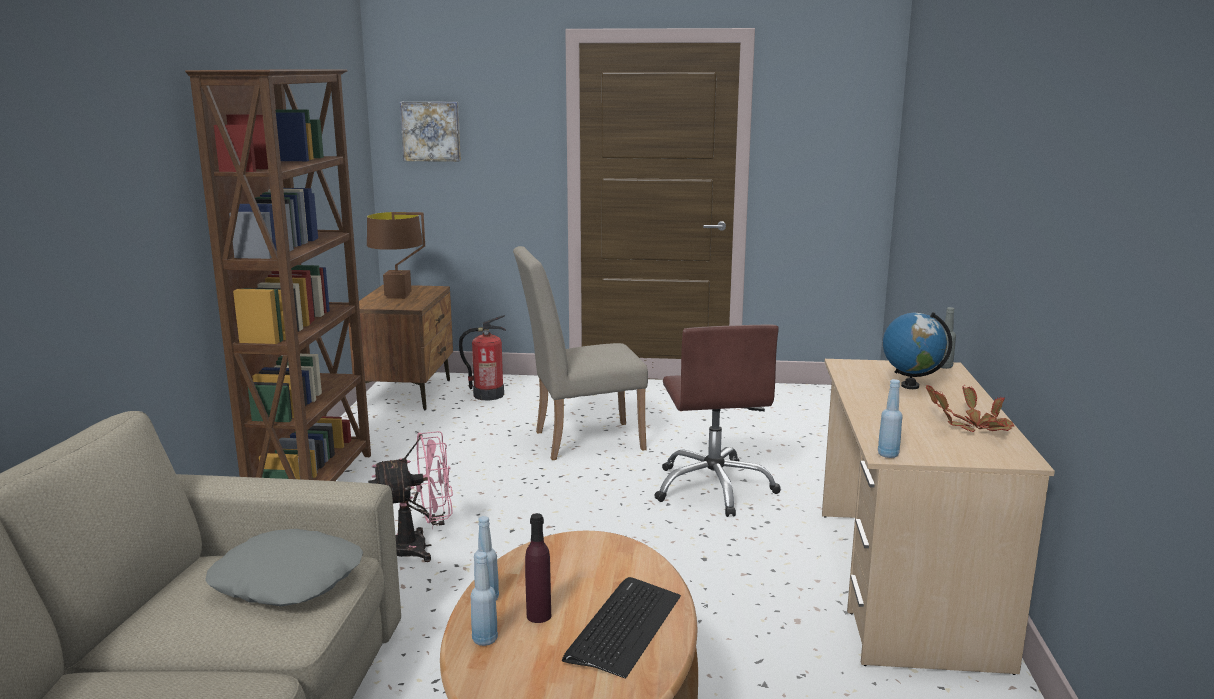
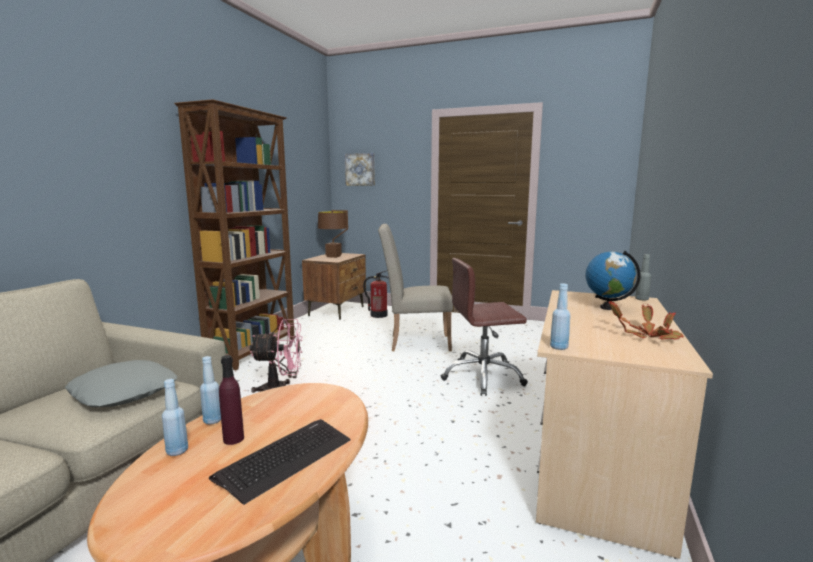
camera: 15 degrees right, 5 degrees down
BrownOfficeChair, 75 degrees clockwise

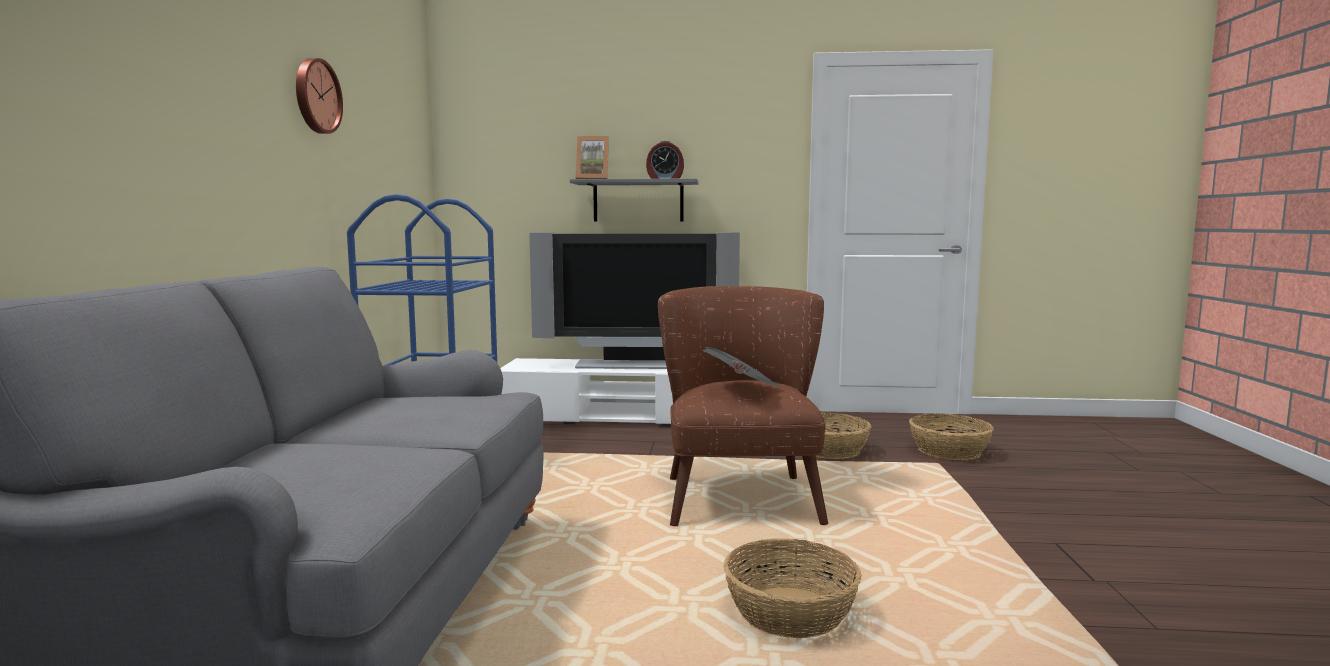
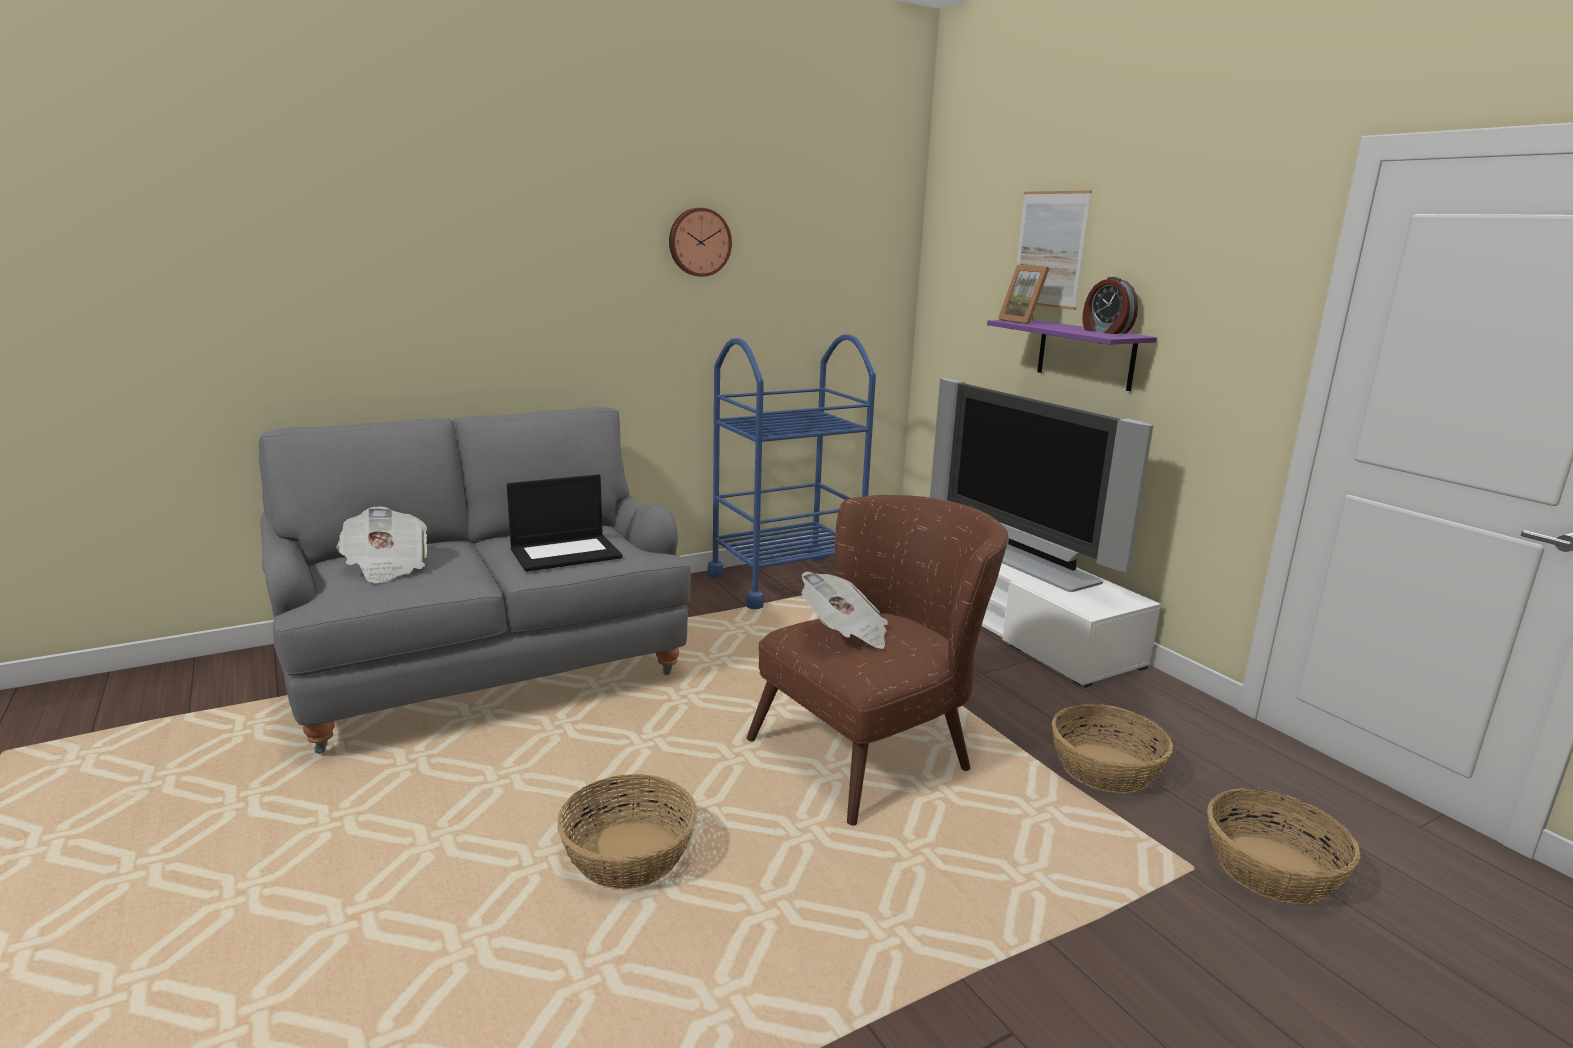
camera: 55 degrees right, 10 degrees up
GreyishWallShelf -> PurplishWallShelf
none -> DailyPaper (1st from left)
none -> Laptop
none -> Picture

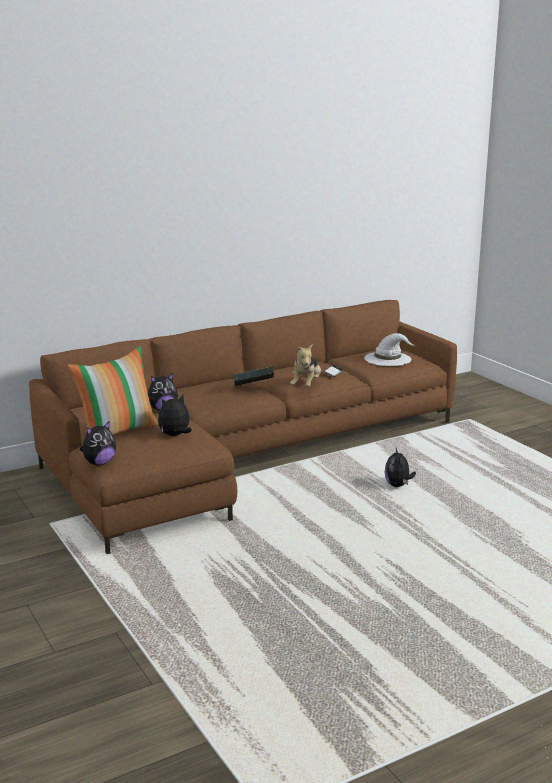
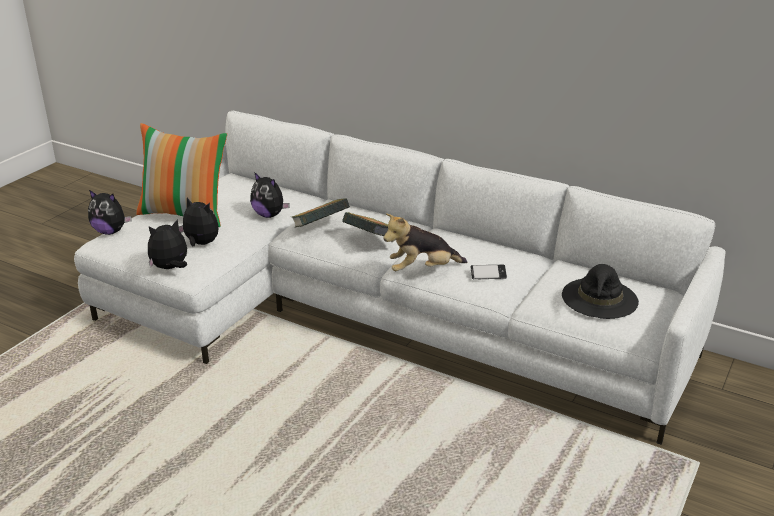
camera: 60 degrees right, 10 degrees up
BrownCouch -> WhiteColouredCouch
WhiteColouredWearableHat -> BlackishWearableHat
PlushToy (5th from left in the first image) -> PlushToy (2nd from left), move
none -> Volume (1st from left)

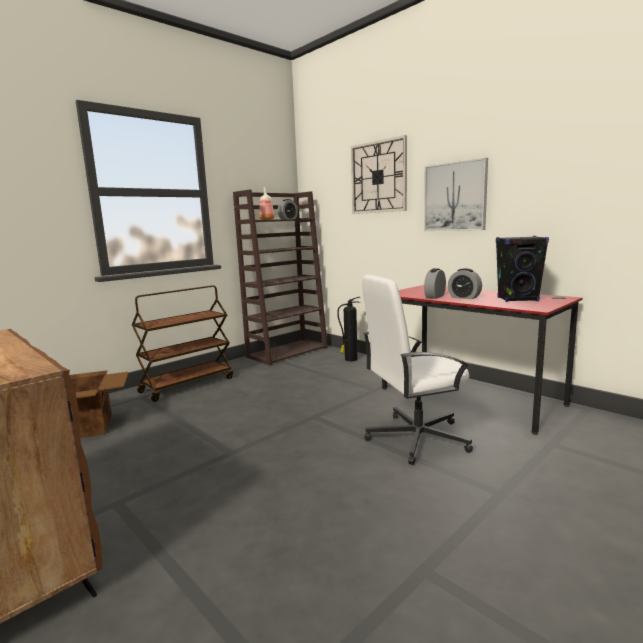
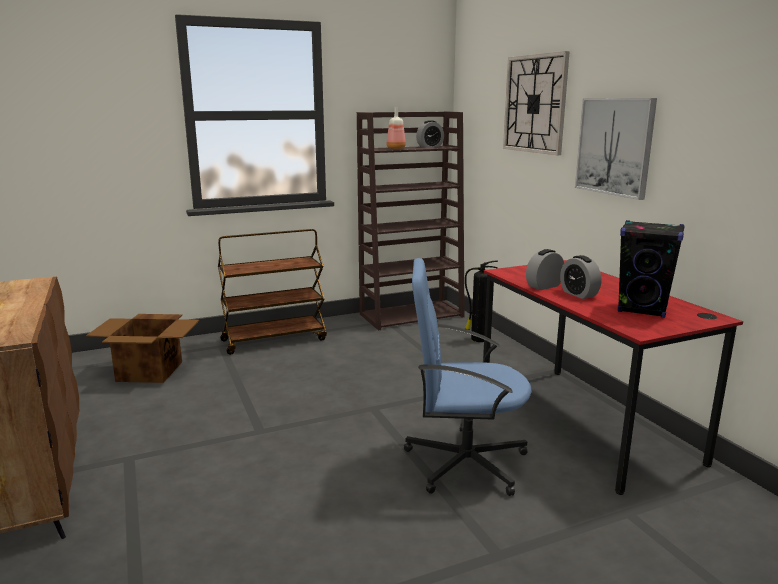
camera: 20 degrees right, 5 degrees up
WhiteColouredOfficeChair -> BluishOfficeChair

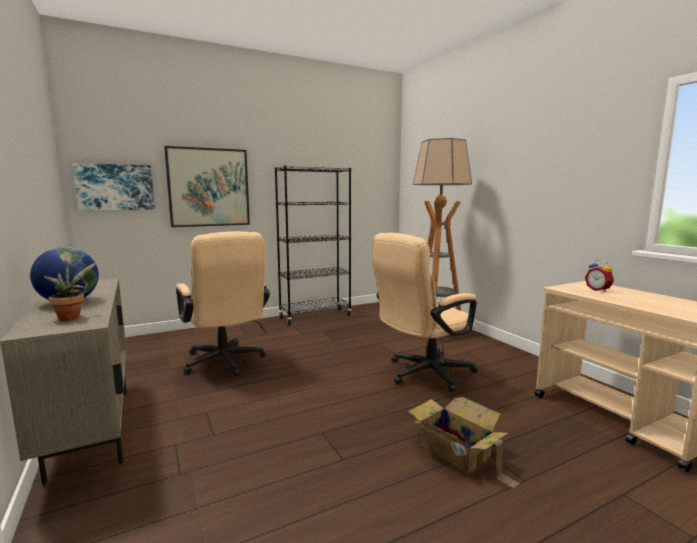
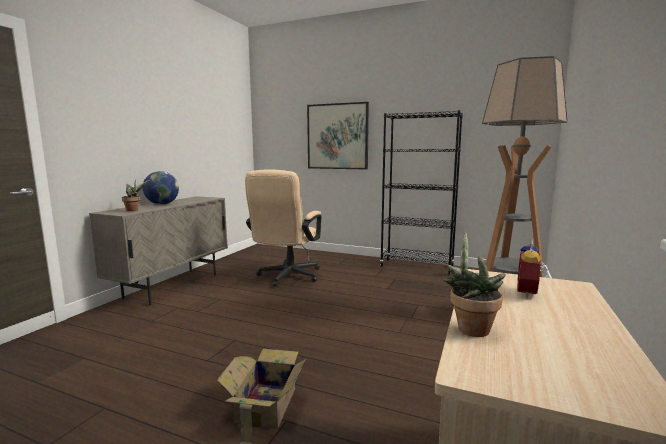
camera: 50 degrees right, 0 degrees up
Picture (1st from left) -> none
BeigeColouredOfficeChair (2nd from left) -> none
none -> PottedPlant (2nd from left)

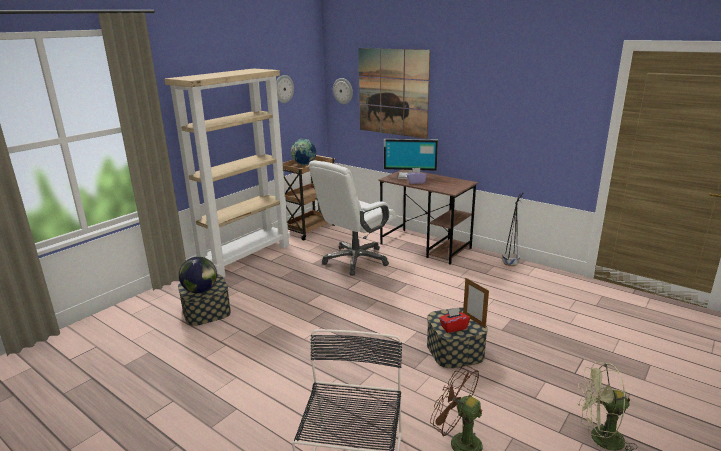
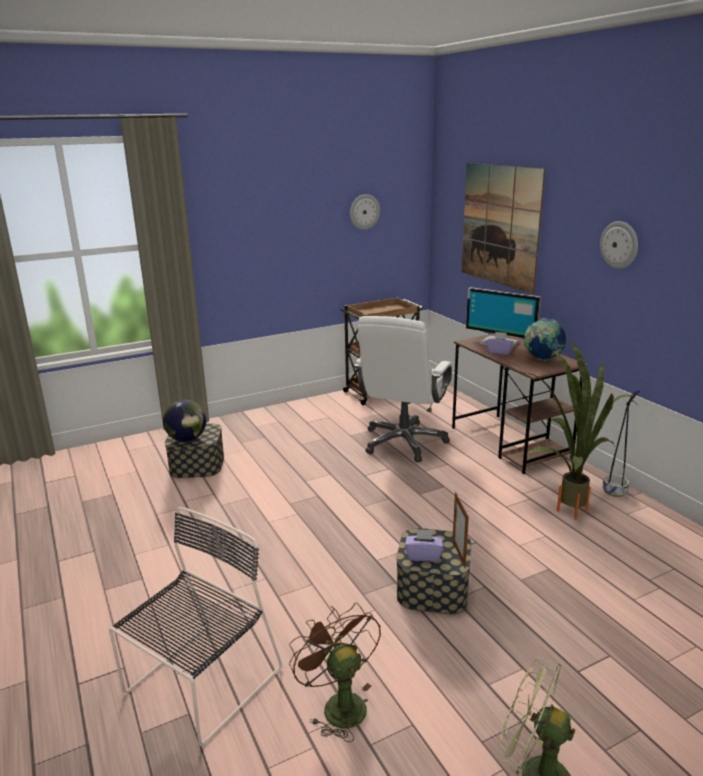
camera: 25 degrees right, 0 degrees up
BeigeColouredBookcase -> none
Globe (2nd from left), move
WhiteColouredOfficeChair, 45 degrees counterclockwise
ClockOnTheWall (2nd from left), move
RedTissueHolder -> PurplishTissueHolder (1st from left)
none -> PottedPlant

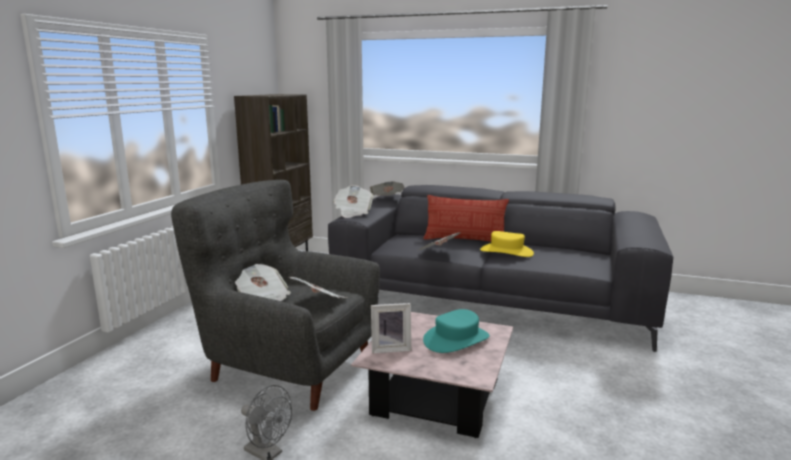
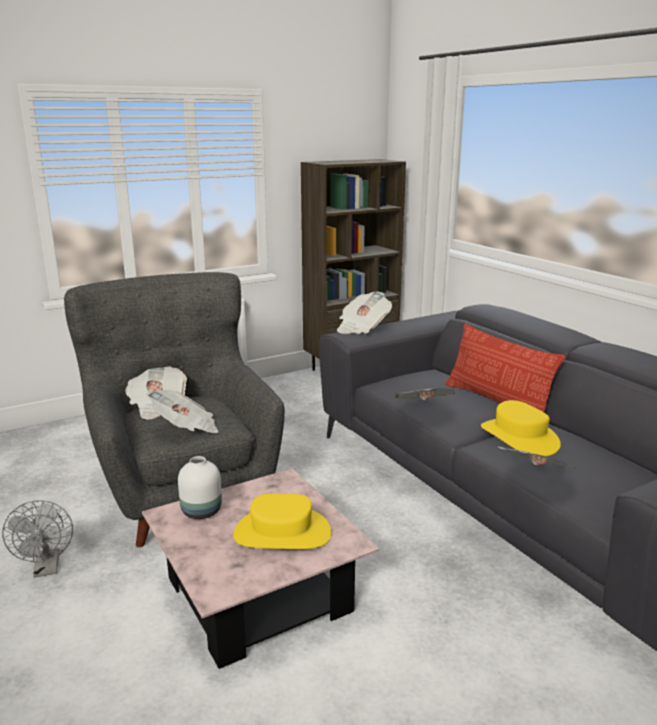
camera: 40 degrees right, 5 degrees up
DailyPaper (4th from left in the first image) -> DailyPaper (5th from left), move
PhotoFrame -> WhiteColouredVase
TurquoiseColouredWearableHat -> YellowWearableHat (1st from left)

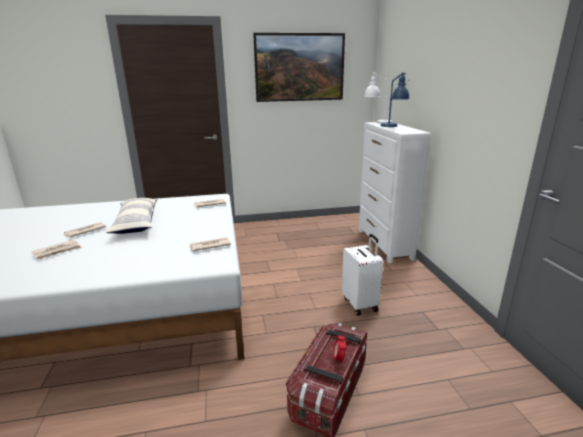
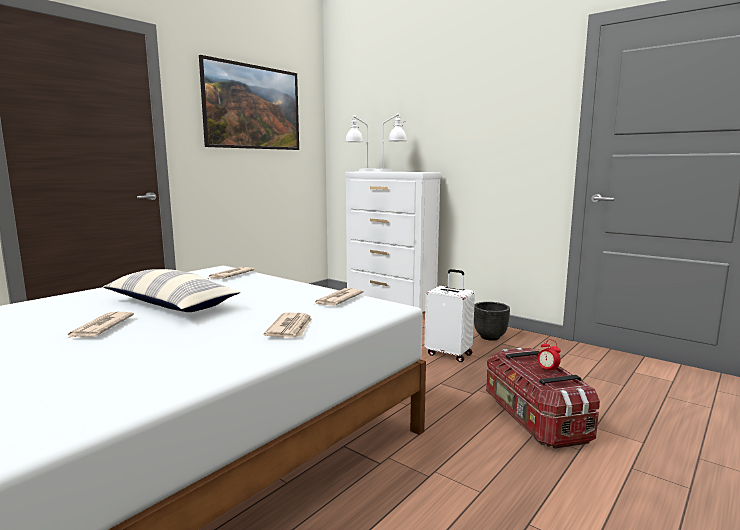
camera: 40 degrees left, 10 degrees down
DailyPaper (1st from left in the first image) -> DailyPaper (3rd from left), move
BluishTableLamp -> WhiteColouredTableLamp (2nd from left)
none -> BlackishPlanter

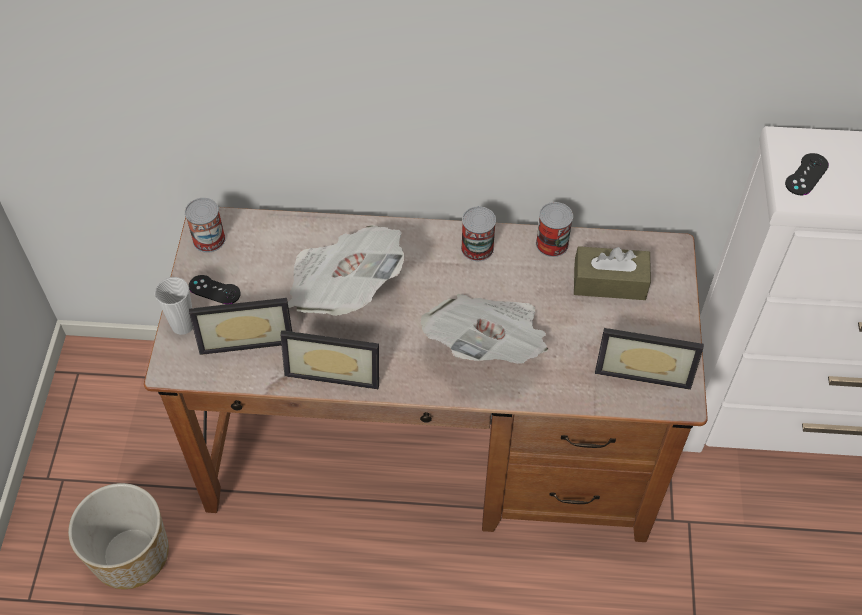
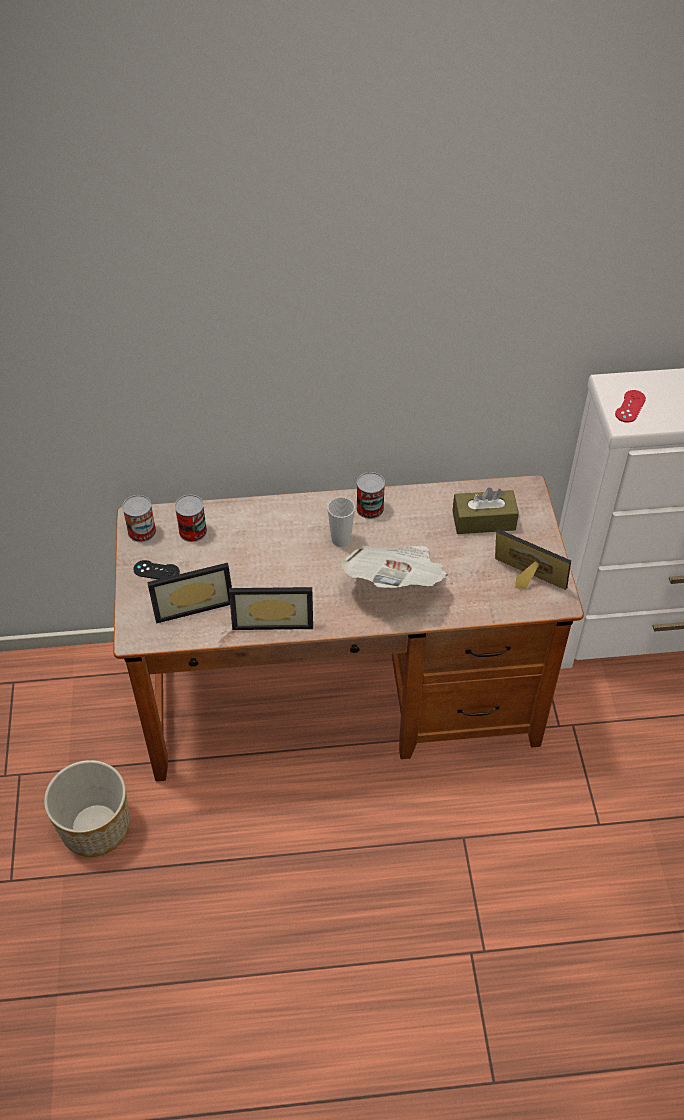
camera: 10 degrees left, 5 degrees down
SmallCup, move
DailyPaper (1st from left) -> none
MetalCan (3rd from left in the first image) -> MetalCan (2nd from left), move
PhotoFrame (3rd from left), 150 degrees counterclockwise
BlackishGameController (2nd from left) -> RedGameController

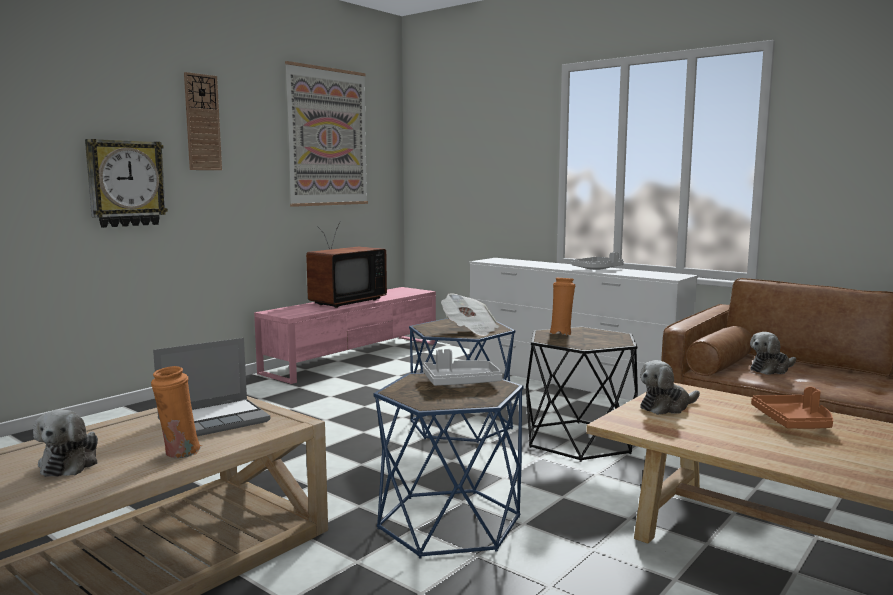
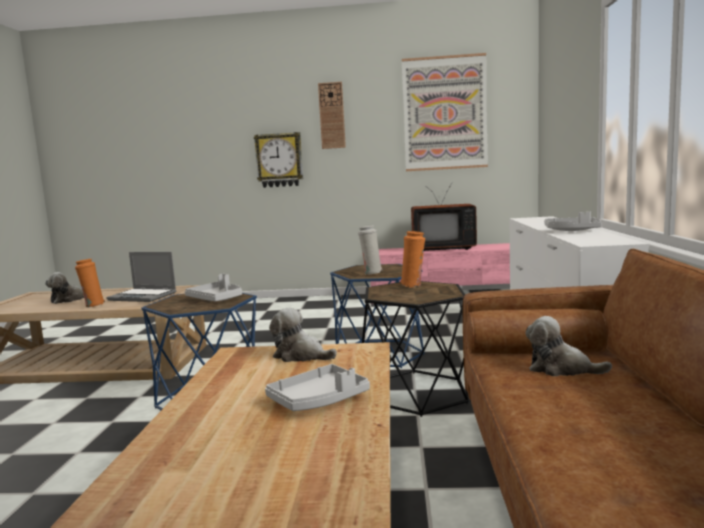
camera: 55 degrees right, 0 degrees up
DailyPaper -> WhiteColouredVase
OrangeColouredTray -> GreyishTray (2nd from left)

